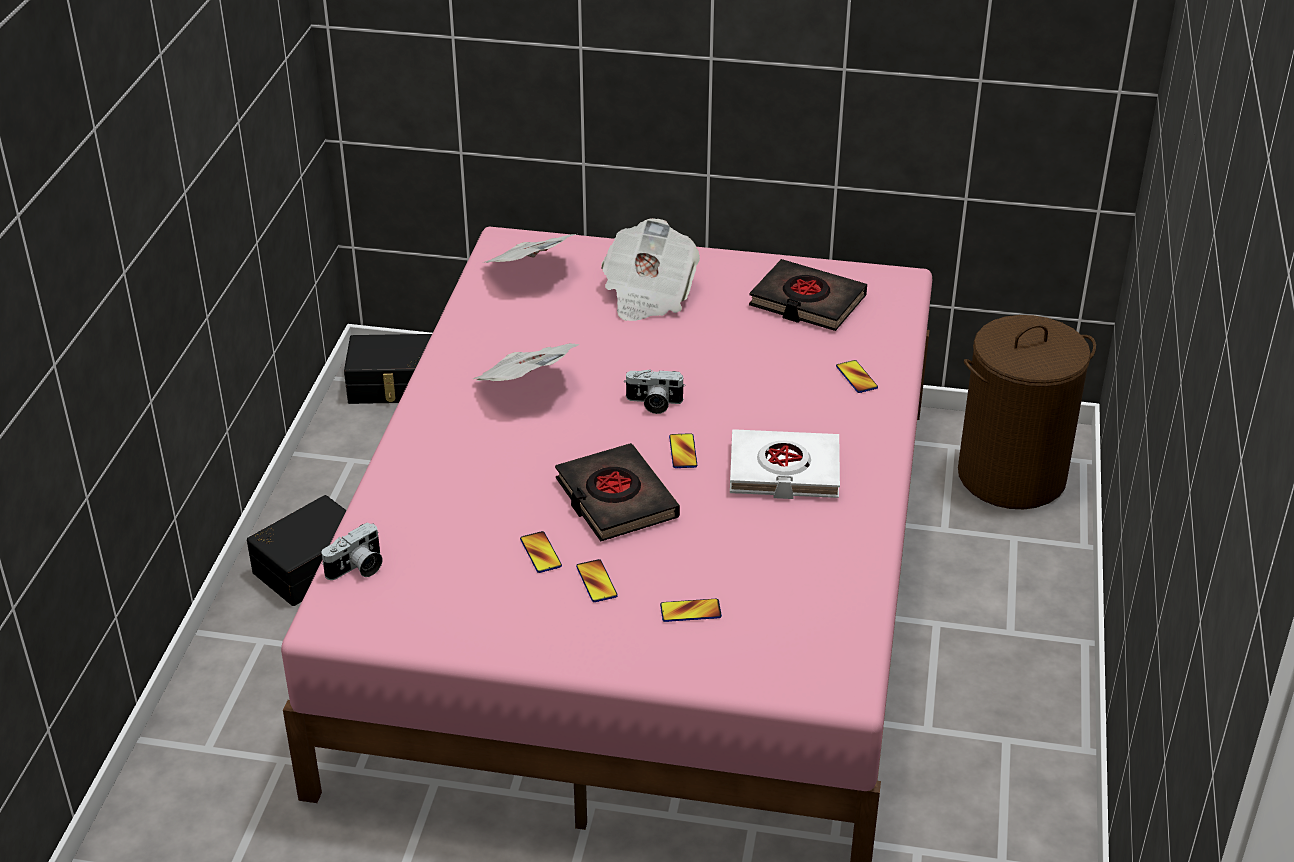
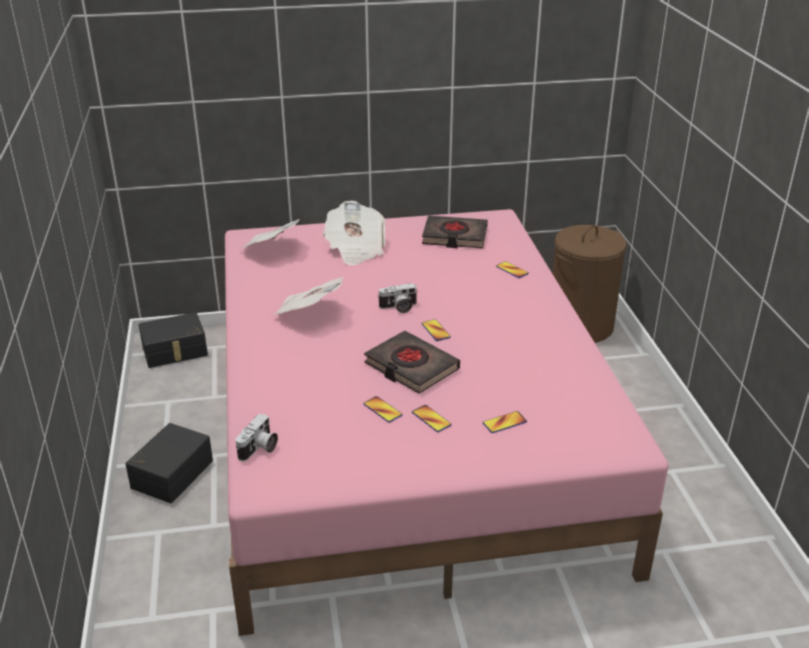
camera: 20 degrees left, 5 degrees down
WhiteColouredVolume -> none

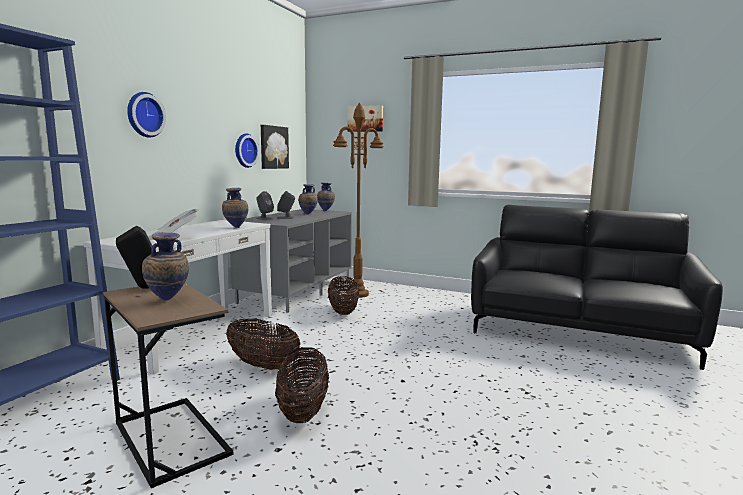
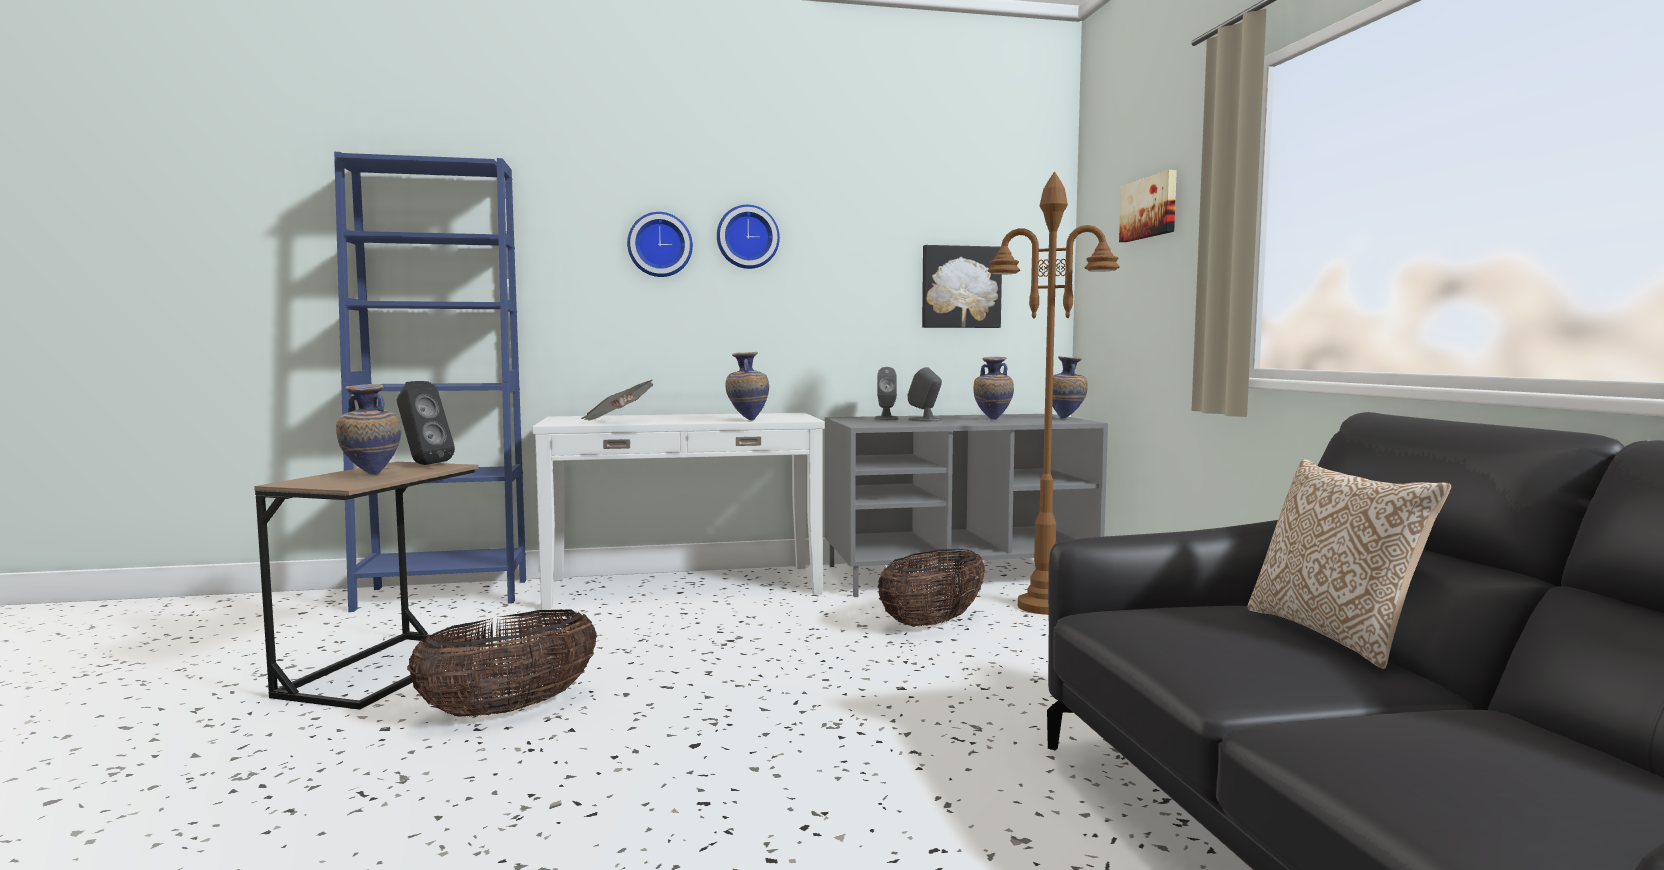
camera: 55 degrees right, 5 degrees down
StorageBasket (1st from left) -> none
ClockOnTheWall (2nd from left), move
none -> Pillow

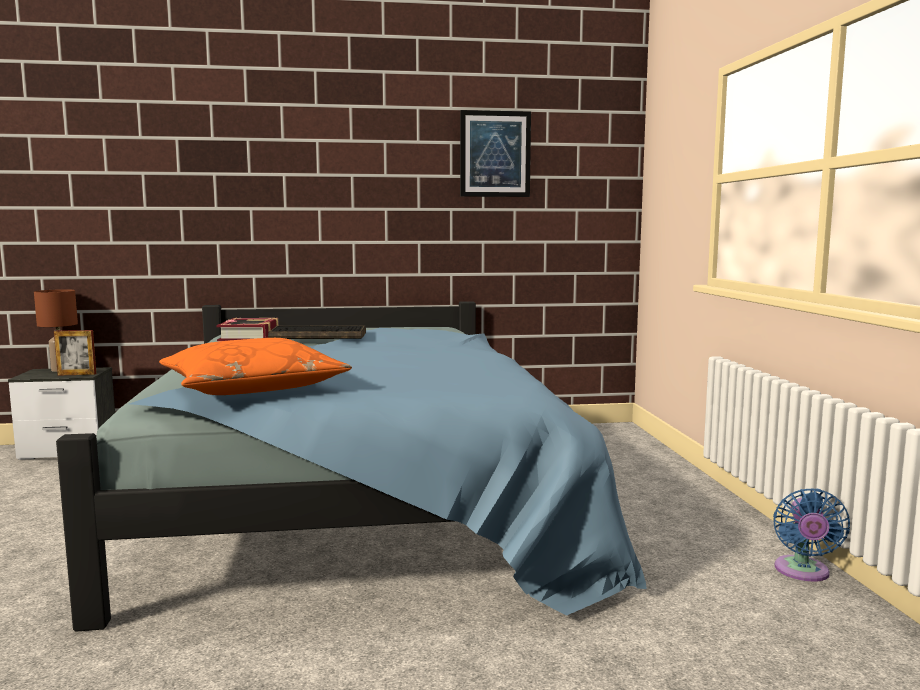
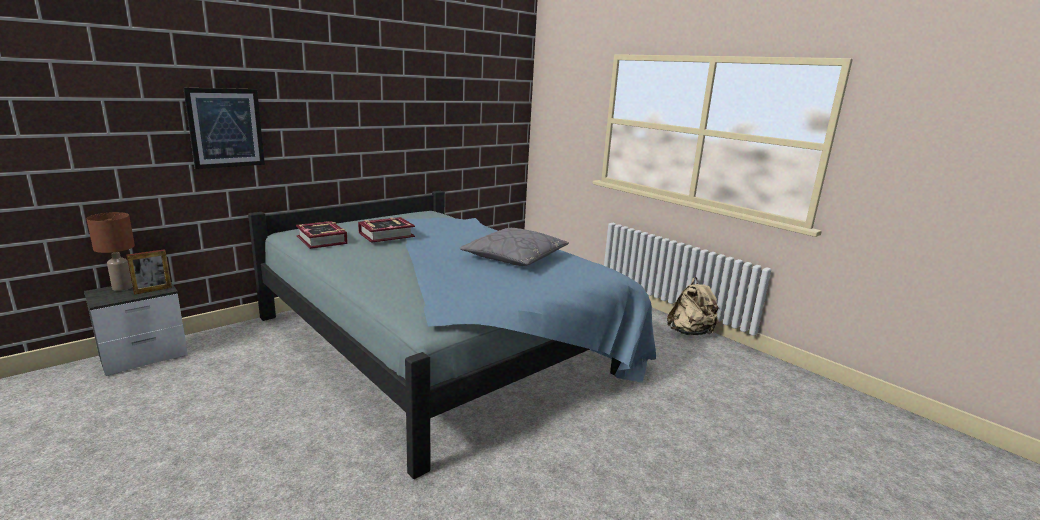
camera: 35 degrees left, 10 degrees up
OrangeColouredPillow -> none
PcKeyboard -> Volume (2nd from left)
Picture, move
BluishCoolingFan -> BeigeColouredKnapsack
none -> GreyishPillow

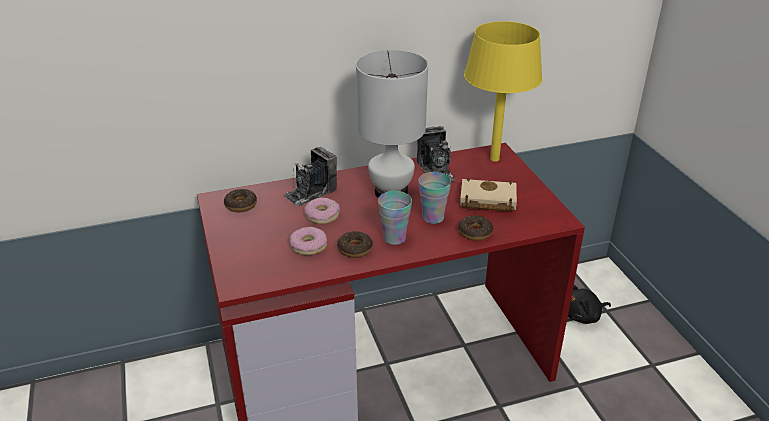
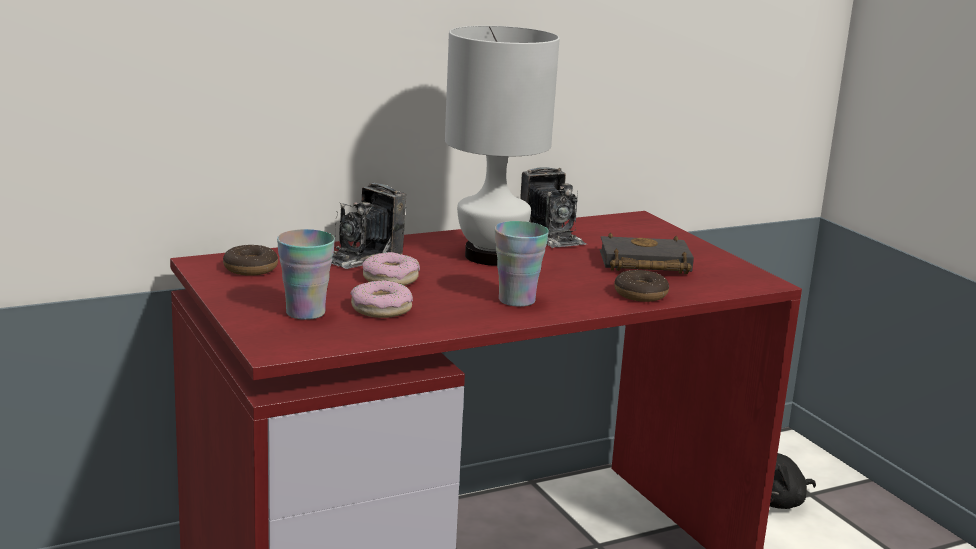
camera: 10 degrees left, 15 degrees down
Donut (4th from left) -> none
SmallCup (2nd from left in the first image) -> SmallCup (1st from left), move
BeigeColouredVolume -> BlackishVolume
YellowTableLamp -> none

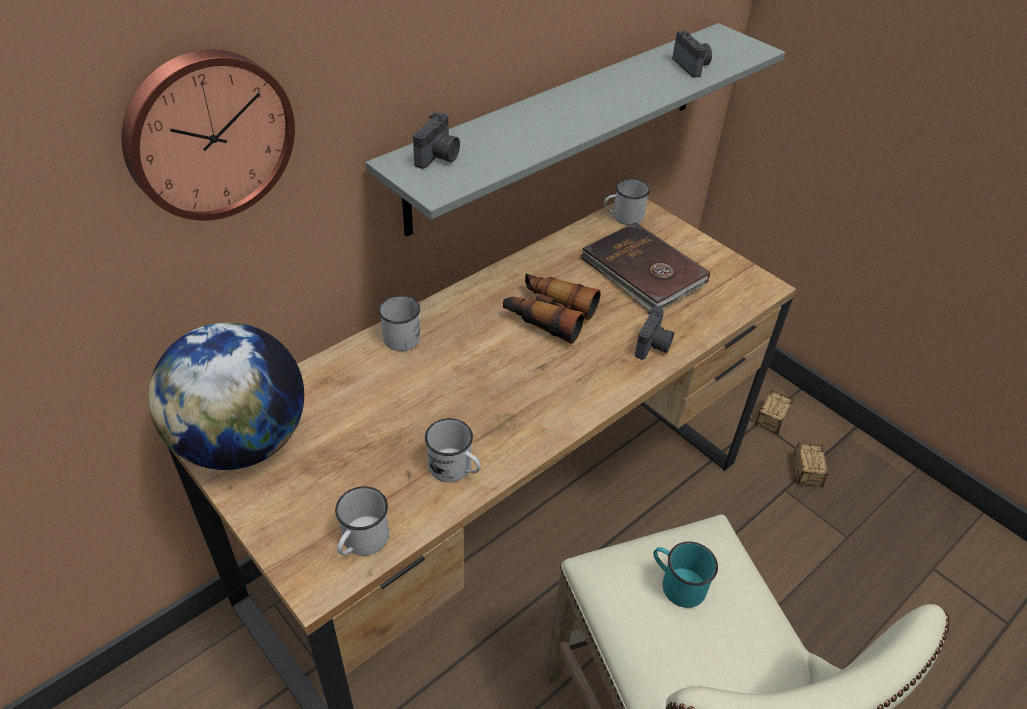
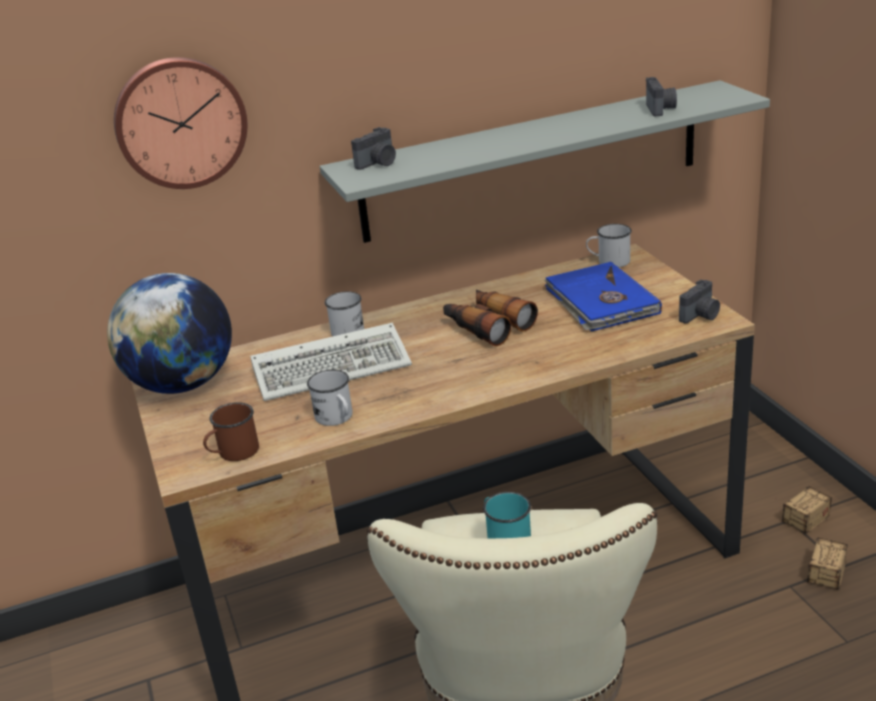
camera: 25 degrees right, 15 degrees down
WhiteColouredCoffeeMug (1st from left) -> BrownCoffeeMug
BrownVolume -> BluishVolume
StillCamera (2nd from left in the first image) -> StillCamera (3rd from left), move
none -> PcKeyboard

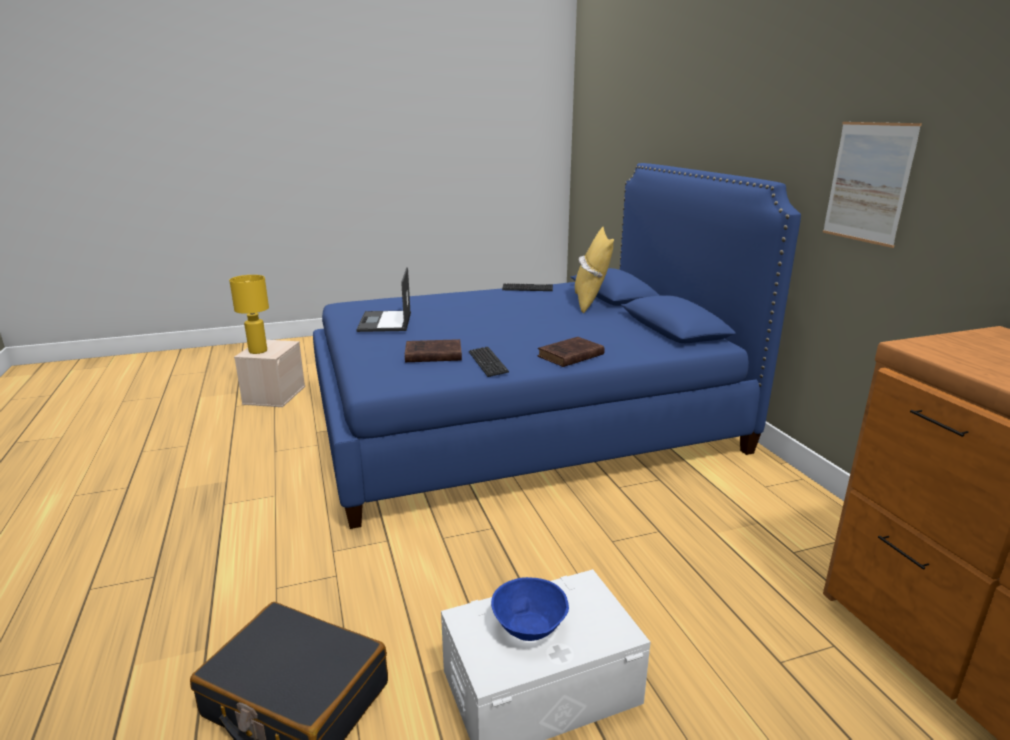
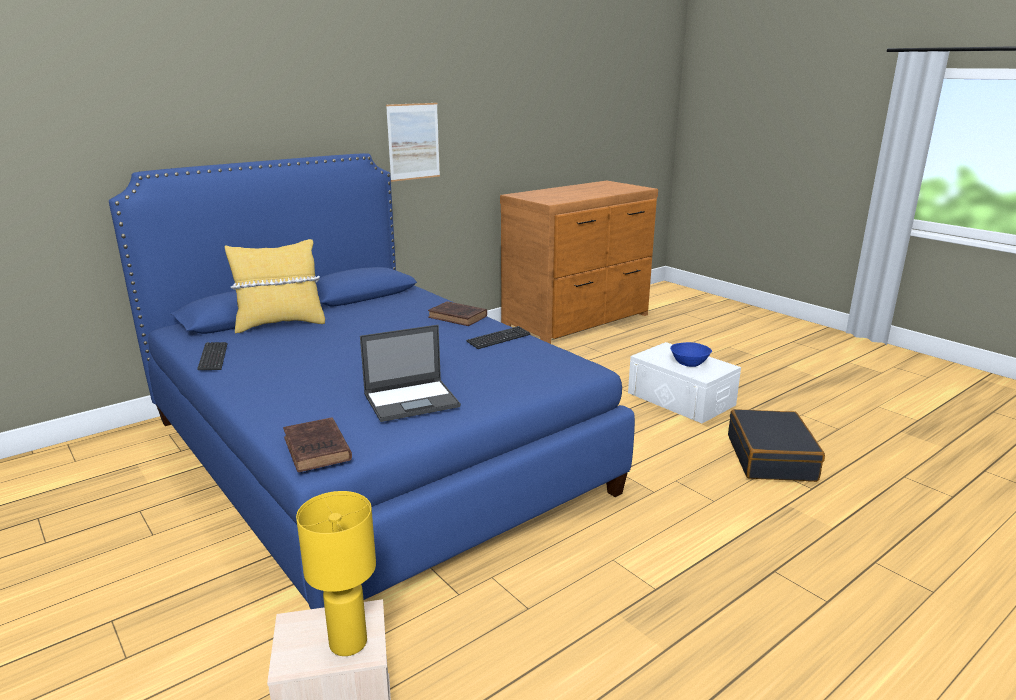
camera: 110 degrees left, 0 degrees up
BrownVolume (1st from left), move

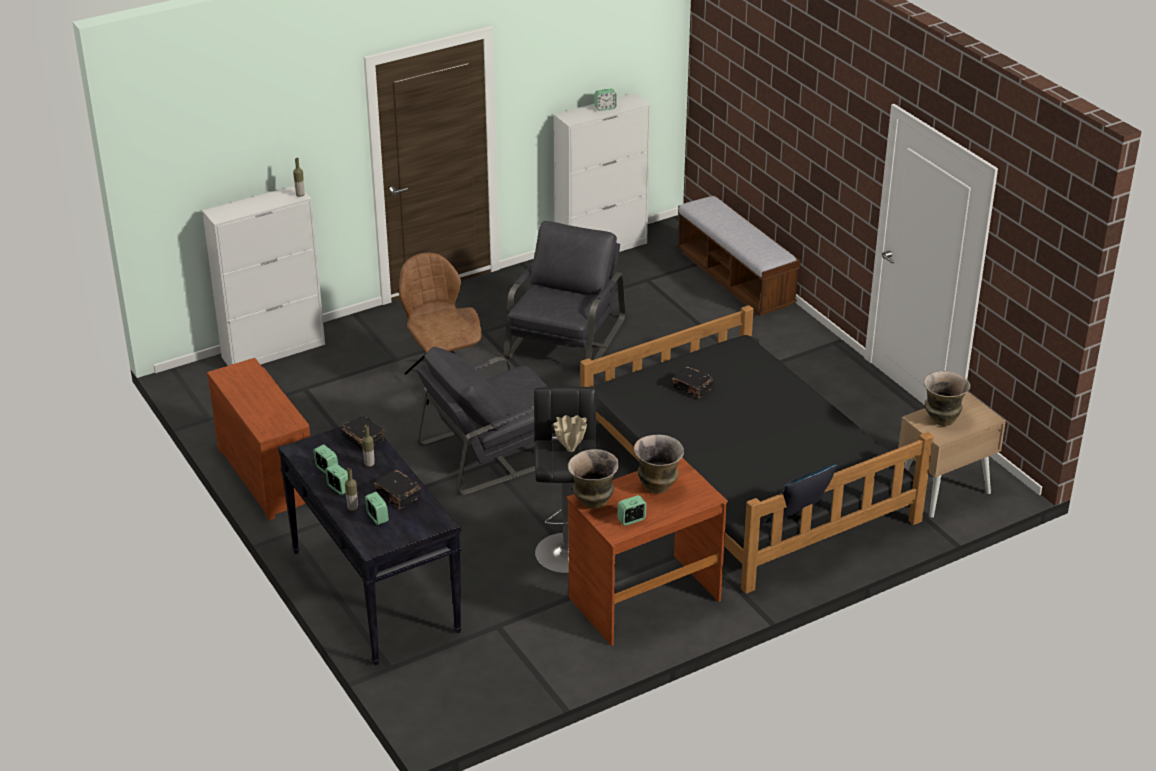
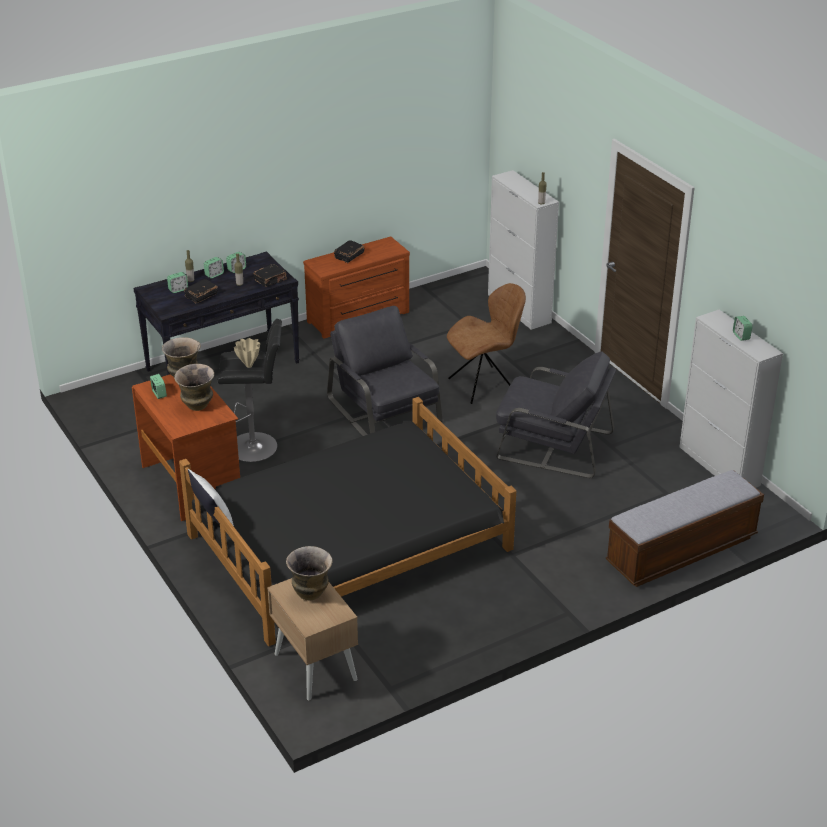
camera: 90 degrees right, 0 degrees up
BlackishVolume (3rd from left), move
BluishPillow -> WhiteColouredPillow

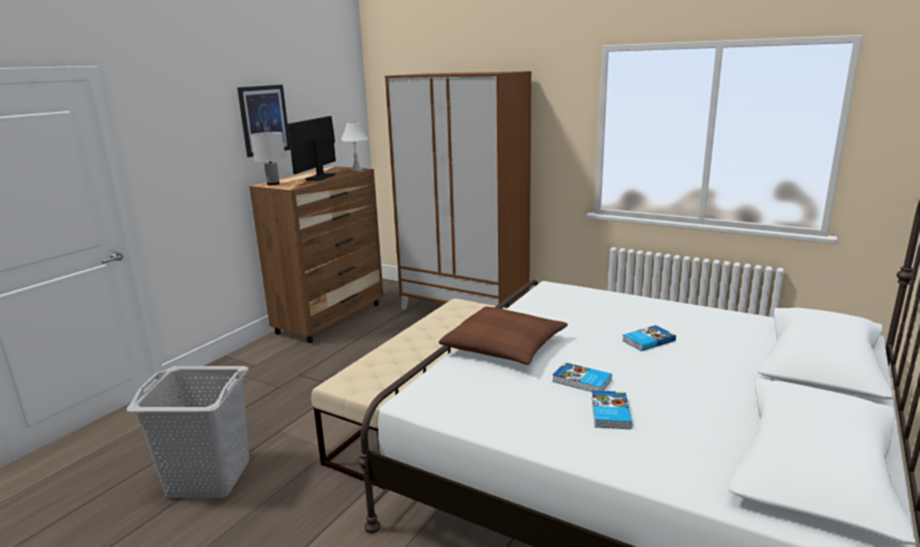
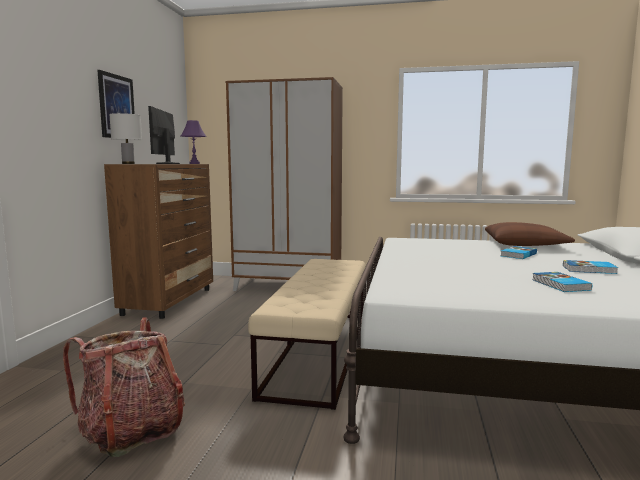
camera: 20 degrees left, 10 degrees down
GreyishHamper -> Knapsack
WhiteColouredTableLamp (2nd from left) -> PurplishTableLamp
BrownPillow, move
Volume (1st from left in the first image) -> Volume (3rd from left), move

